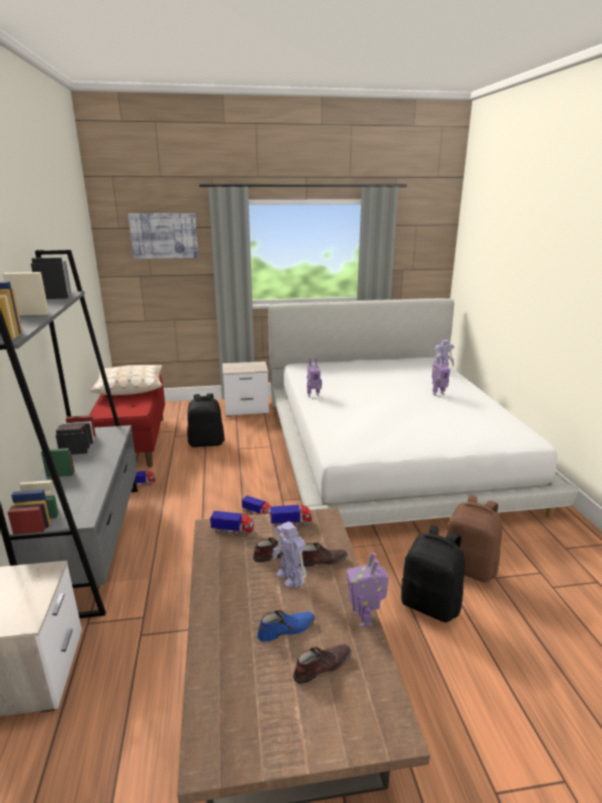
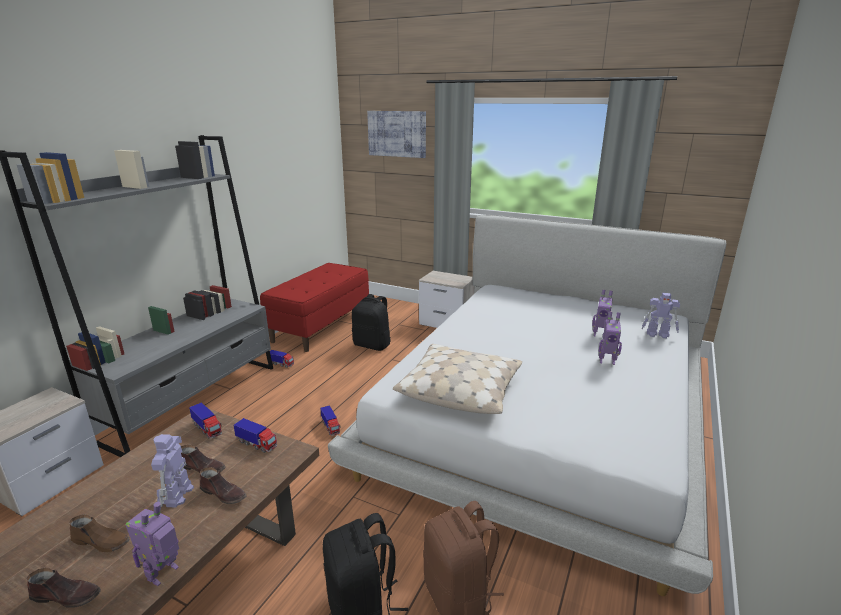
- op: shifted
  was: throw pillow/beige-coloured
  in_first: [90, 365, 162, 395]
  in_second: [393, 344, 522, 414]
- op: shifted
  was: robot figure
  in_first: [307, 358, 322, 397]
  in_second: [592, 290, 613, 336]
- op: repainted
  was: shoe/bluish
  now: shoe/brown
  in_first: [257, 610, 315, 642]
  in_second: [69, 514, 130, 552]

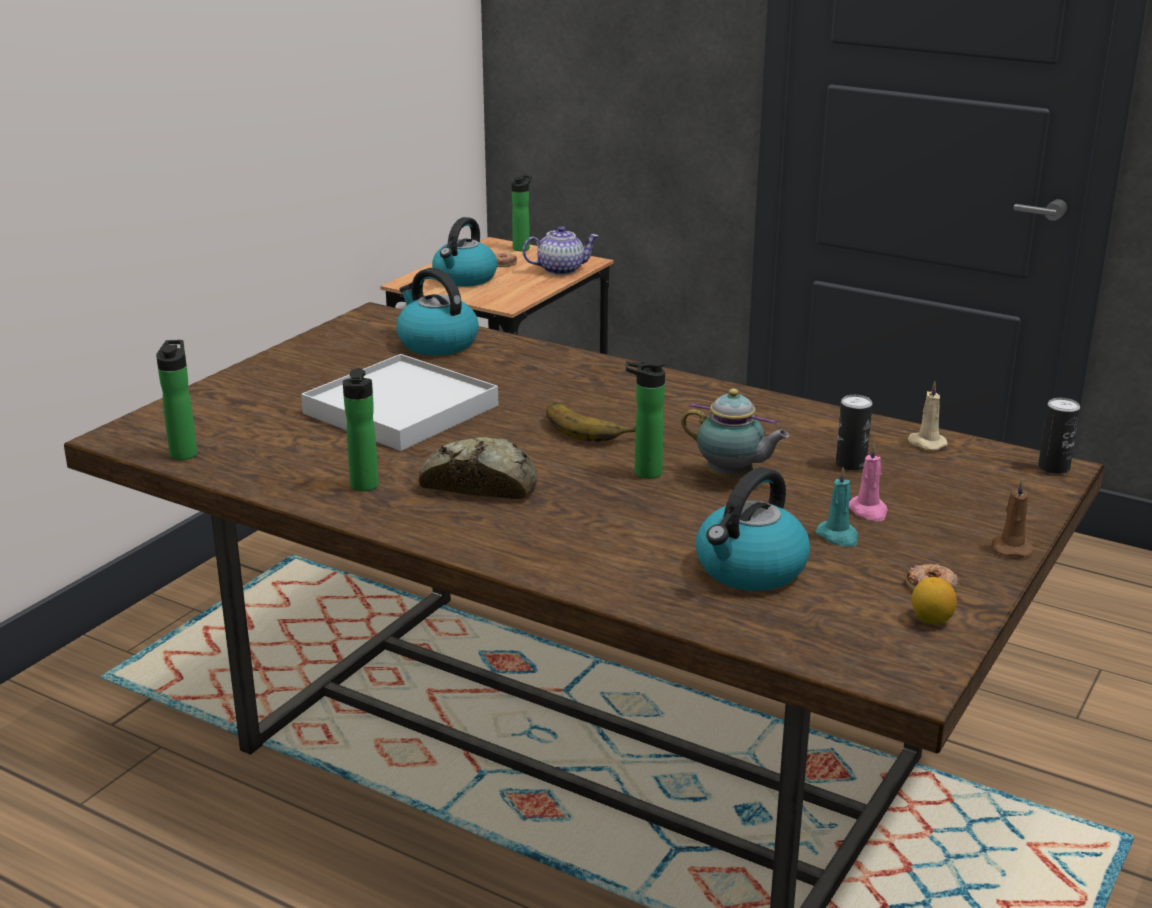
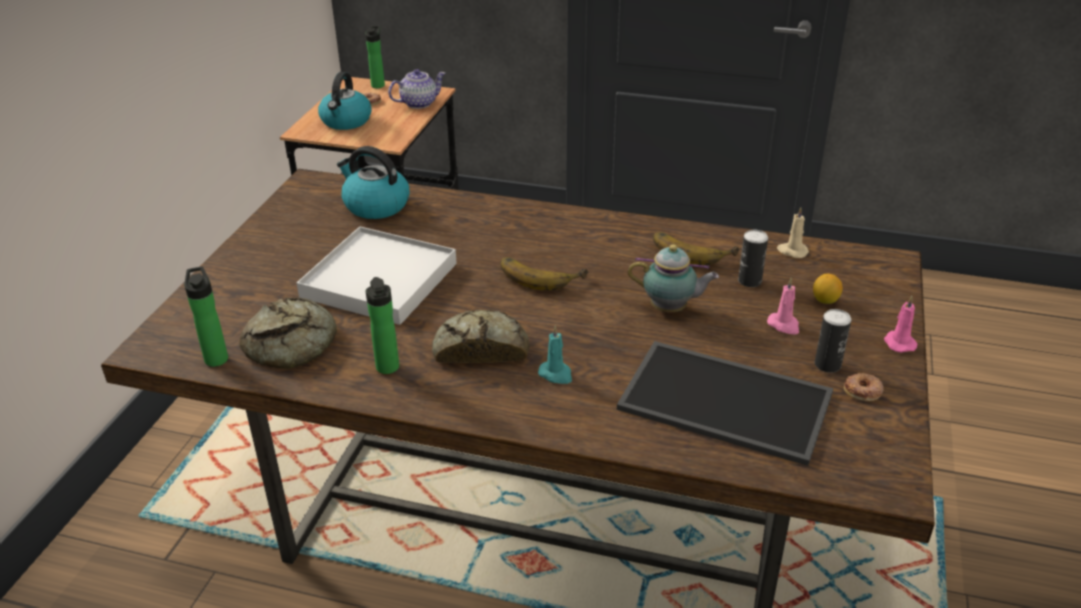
- op: gone
  was: drink bottle
  in_first: [626, 360, 667, 479]
- op: new
  now: bread
  in_second: [239, 298, 337, 369]
- op: new
  now: banana fruit
  in_second: [653, 232, 740, 265]
- op: shifted
  was: wax candle/turquoise
  in_first: [815, 467, 858, 547]
  in_second: [538, 325, 572, 384]
- op: shifted
  was: citrus fruit
  in_first: [912, 577, 957, 625]
  in_second: [813, 274, 843, 304]
- op: shifted
  was: metal can
  in_first: [1038, 398, 1080, 474]
  in_second: [815, 309, 851, 373]
- op: swapped
  was: tea kettle
  now: serving tray
  in_first: [696, 467, 810, 591]
  in_second: [617, 341, 833, 466]
- op: repainted
  was: wax candle/brown
  now: wax candle/pink
  in_first: [992, 479, 1034, 557]
  in_second: [884, 296, 918, 353]

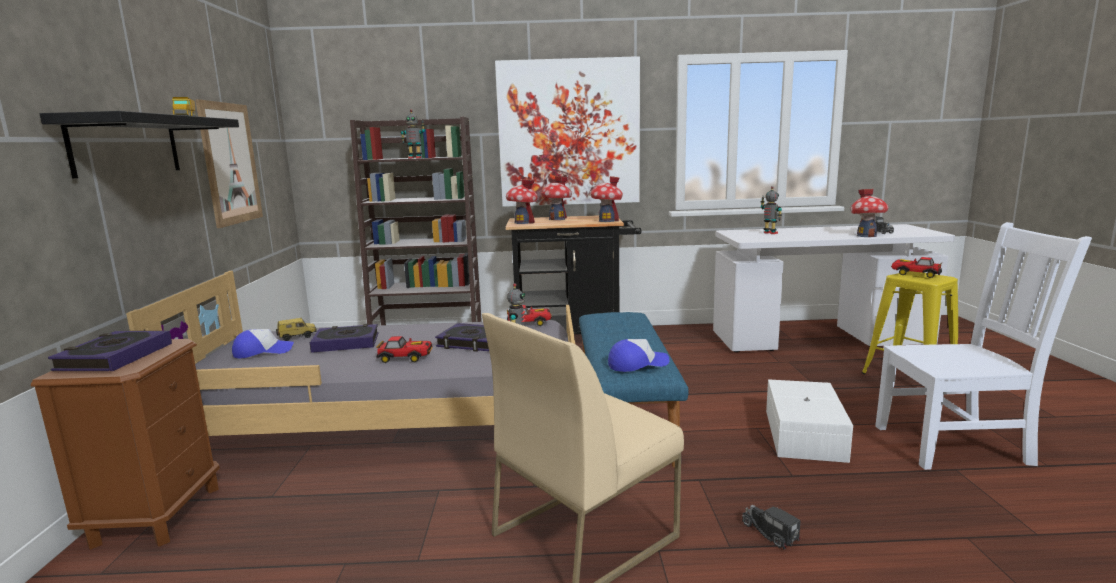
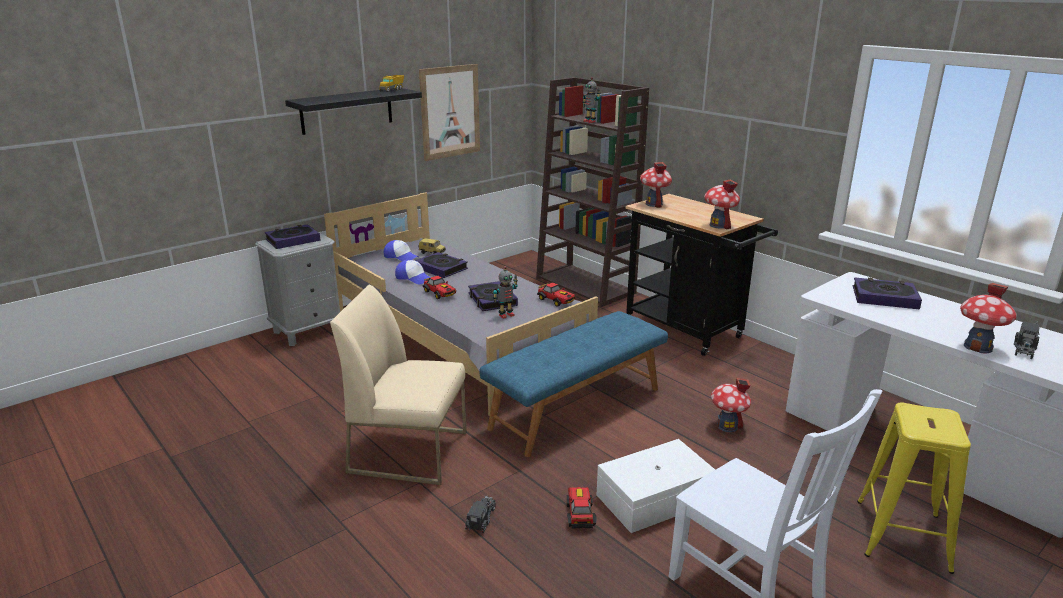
- op: gone
  was: wall art
  in_first: [495, 56, 640, 207]
- op: shifted
  was: model house
  in_first: [541, 176, 572, 220]
  in_second: [711, 378, 751, 432]
- op: shifted
  was: peaked cap
  in_first: [608, 339, 669, 372]
  in_second: [395, 260, 431, 284]
- op: shifted
  was: miniature car
  in_first: [891, 257, 943, 278]
  in_second: [566, 487, 597, 528]
- op: swapped
  was: robot figure
  now: book
  in_first: [760, 186, 782, 234]
  in_second: [853, 277, 922, 309]
- op: repainted
  was: night table/brown
  now: night table/grey
  in_first: [31, 339, 220, 550]
  in_second: [255, 233, 340, 346]

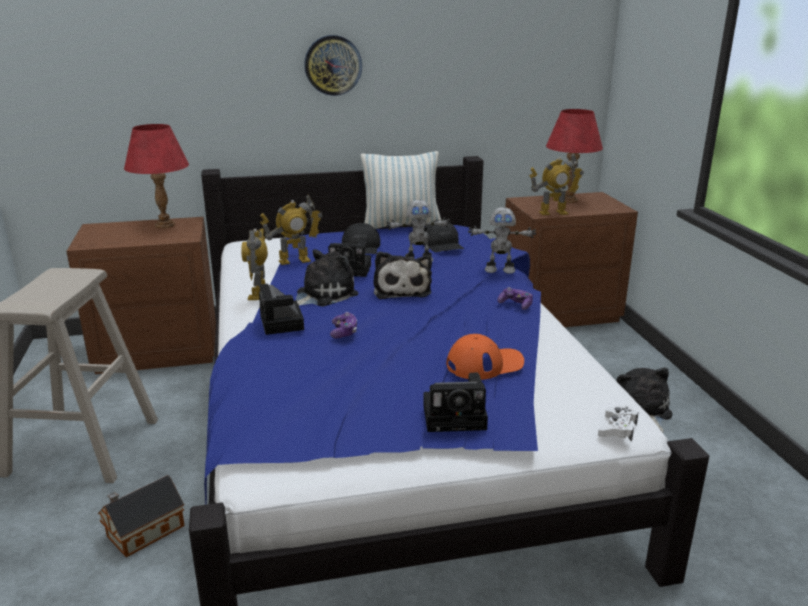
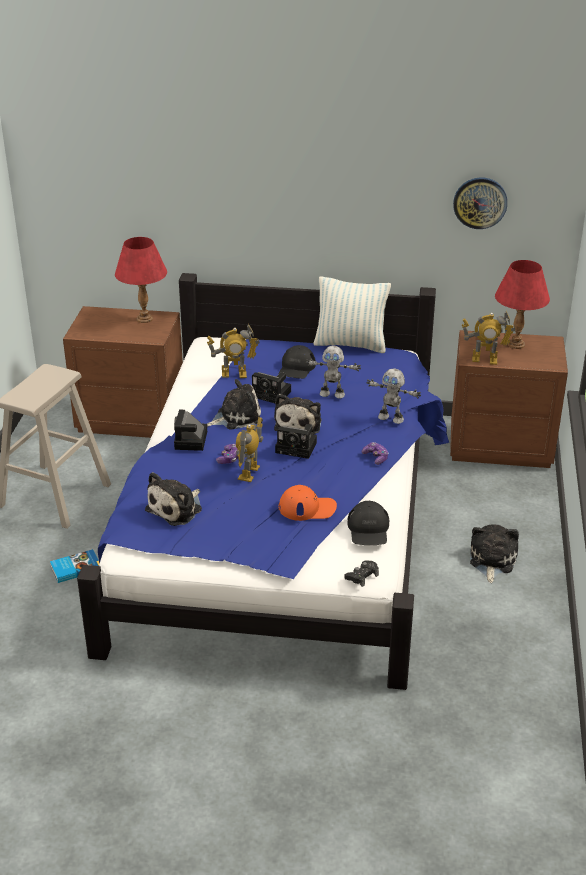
- op: new
  now: cuddly toy
  in_second: [145, 472, 202, 526]
- op: shifted
  was: robot figure
  in_first: [241, 228, 268, 300]
  in_second: [236, 417, 263, 482]
- op: shifted
  was: hanging clock
  in_first: [304, 35, 362, 96]
  in_second: [453, 177, 507, 229]
- op: shifted
  was: peaked cap/black-coloured
  in_first: [422, 220, 464, 252]
  in_second: [348, 501, 390, 545]
- op: shifted
  was: photo camera
  in_first: [423, 373, 488, 432]
  in_second: [275, 424, 317, 459]
- op: swapped
  was: model house
  now: book
  in_first: [98, 475, 185, 557]
  in_second: [50, 549, 99, 583]
- op: repainted
  was: joypad/whitish
  now: joypad/black-coloured
  in_first: [598, 405, 639, 442]
  in_second: [344, 560, 379, 587]

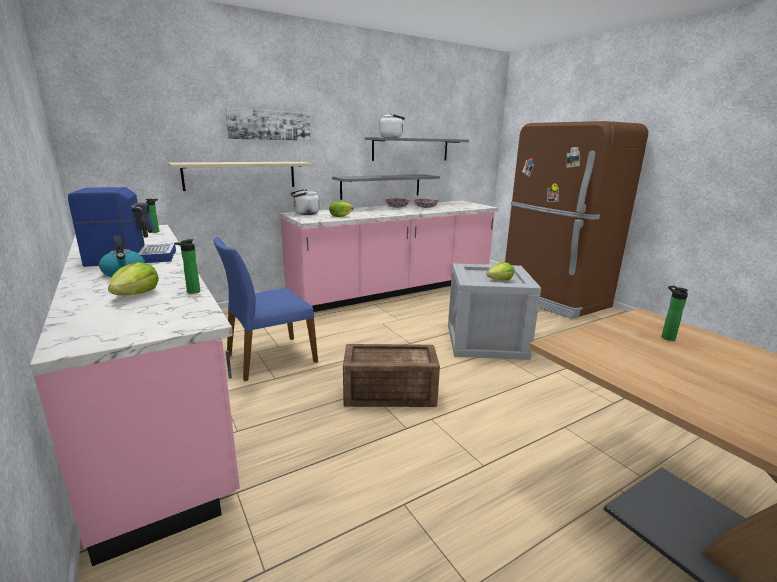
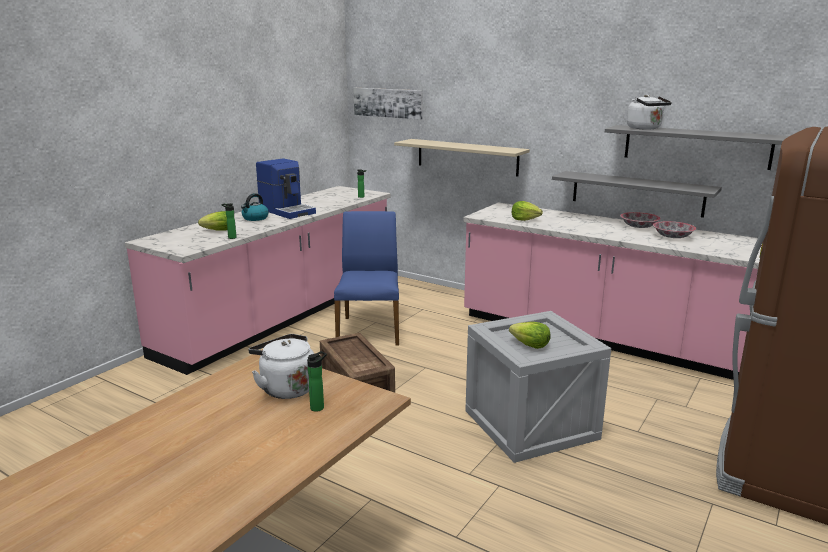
- op: shifted
  was: wall art
  in_first: [225, 108, 310, 141]
  in_second: [353, 88, 423, 120]
- op: shifted
  was: tea kettle/whitish
  in_first: [291, 189, 320, 215]
  in_second: [248, 334, 314, 399]
- op: rotated
  was: plain chair/bluish
  in_first: [213, 237, 318, 381]
  in_second: [334, 211, 399, 346]
  clockwise: 60

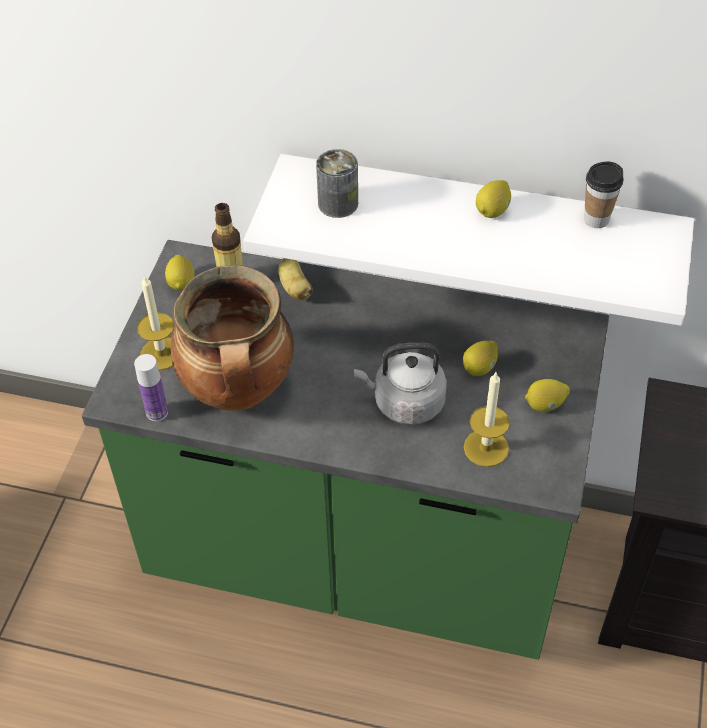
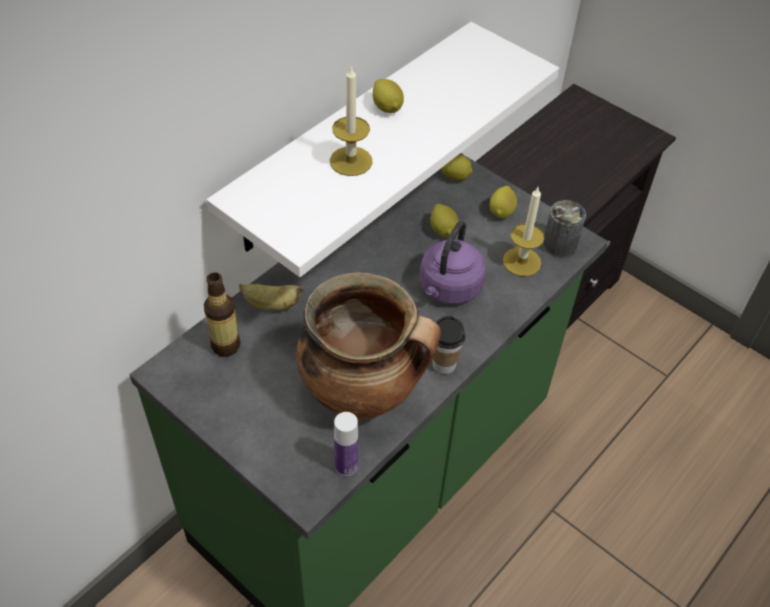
- op: shifted
  was: wax candle
  in_first: [137, 275, 174, 370]
  in_second: [330, 67, 372, 176]
- op: shifted
  was: citrus fruit
  in_first: [165, 255, 194, 291]
  in_second: [441, 154, 473, 180]
- op: shifted
  was: metal can
  in_first: [316, 149, 358, 218]
  in_second: [543, 200, 586, 258]
- op: shifted
  was: drinking cup
  in_first: [584, 162, 624, 228]
  in_second: [432, 316, 465, 374]
- op: repainted
  was: tea kettle/grey
  now: tea kettle/purple
  in_first: [354, 342, 447, 425]
  in_second: [420, 220, 486, 304]

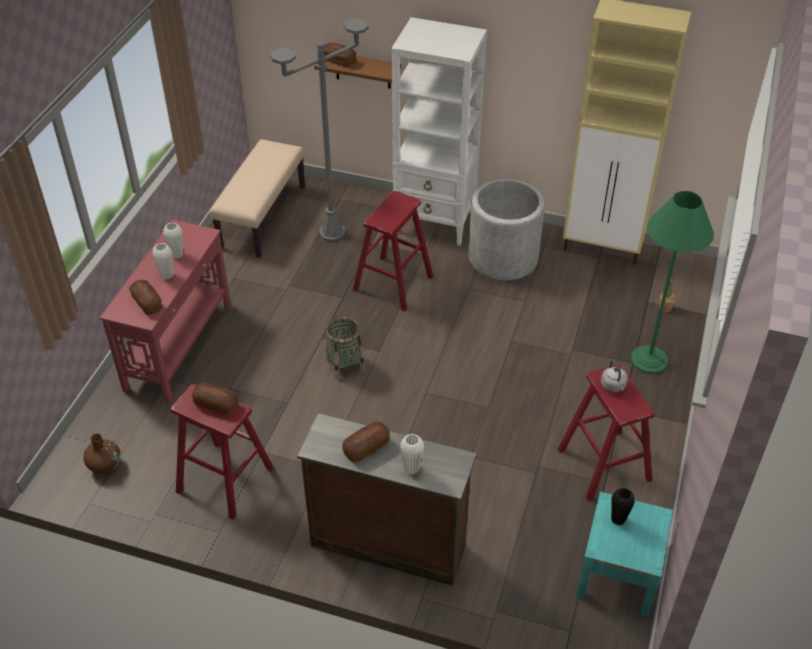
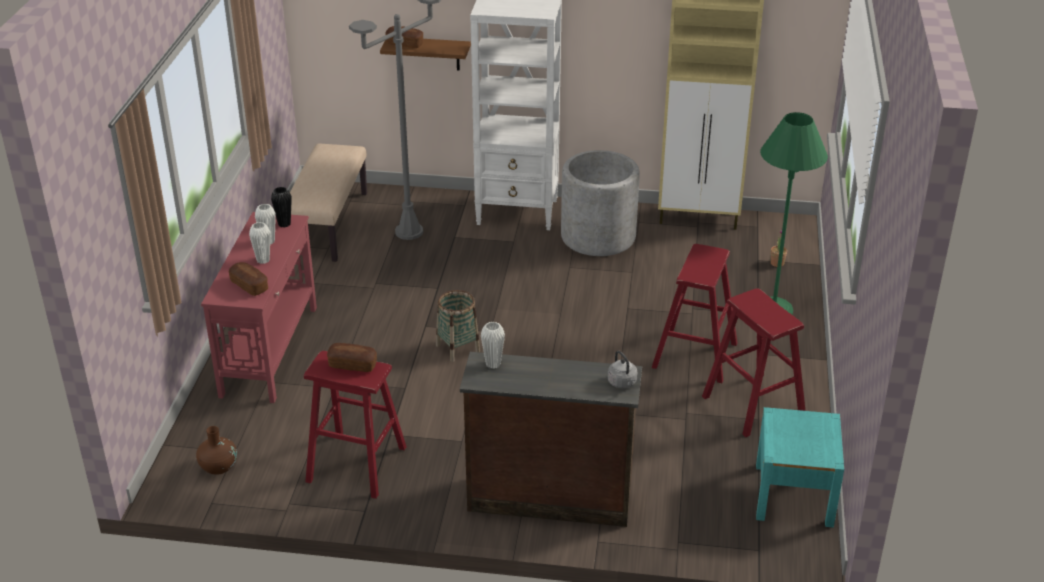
- op: gone
  was: bread
  in_first: [342, 421, 390, 463]
- op: shifted
  was: stool/red-coloured
  in_first: [353, 191, 434, 312]
  in_second: [652, 244, 738, 383]
- op: shifted
  was: vase/whitish
  in_first: [400, 434, 424, 474]
  in_second: [481, 322, 505, 369]
- op: shifted
  was: tea kettle/grey
  in_first: [601, 360, 628, 392]
  in_second: [608, 351, 638, 388]
- op: shifted
  was: vase/black-coloured
  in_first: [611, 488, 635, 526]
  in_second: [271, 187, 292, 227]

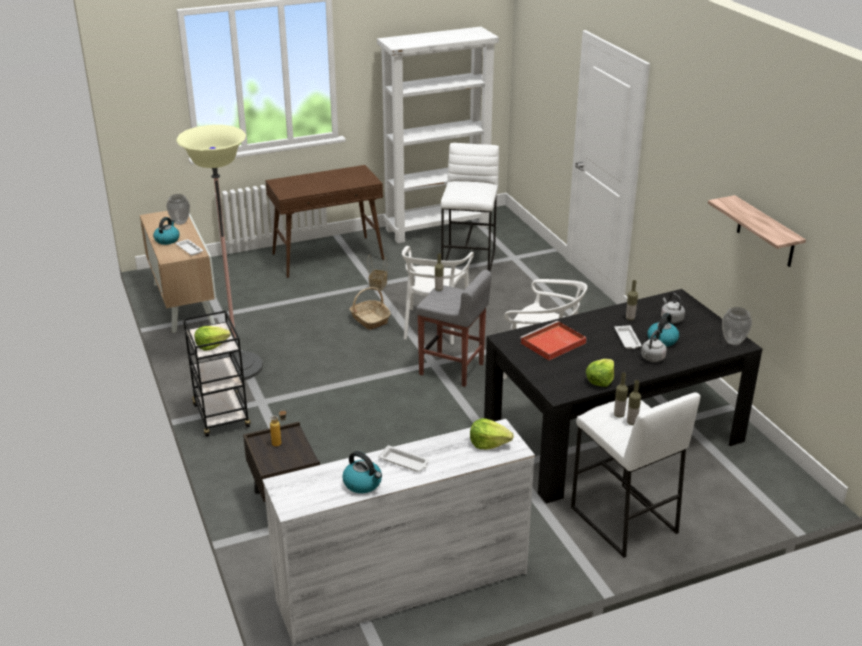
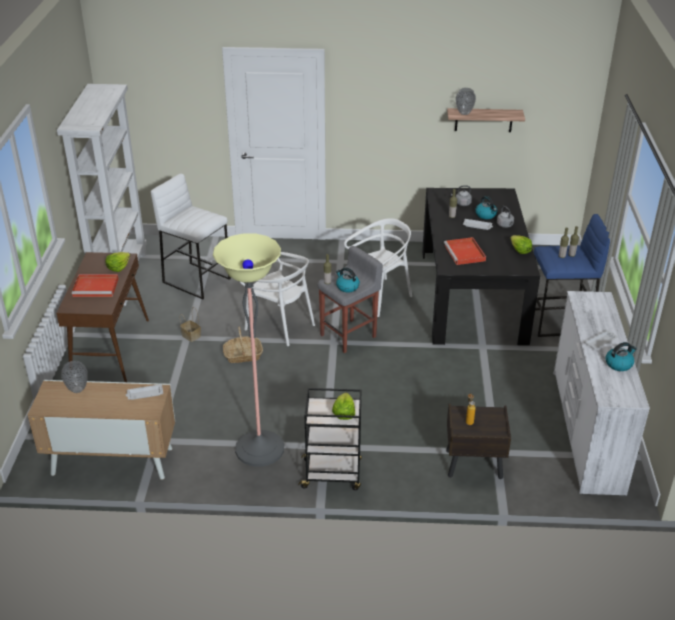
- op: new
  now: serving tray/red-coloured
  in_second: [72, 274, 119, 297]
- op: shifted
  was: tea kettle
  in_first: [153, 217, 180, 245]
  in_second: [336, 267, 360, 293]
- op: shifted
  was: head of lettuce
  in_first: [470, 418, 514, 449]
  in_second: [105, 252, 130, 272]
- op: shifted
  was: vase
  in_first: [722, 307, 752, 345]
  in_second: [456, 88, 476, 115]
- op: repainted
  was: stool/whitish
  now: stool/bluish
  in_first: [571, 392, 700, 558]
  in_second: [534, 214, 610, 337]

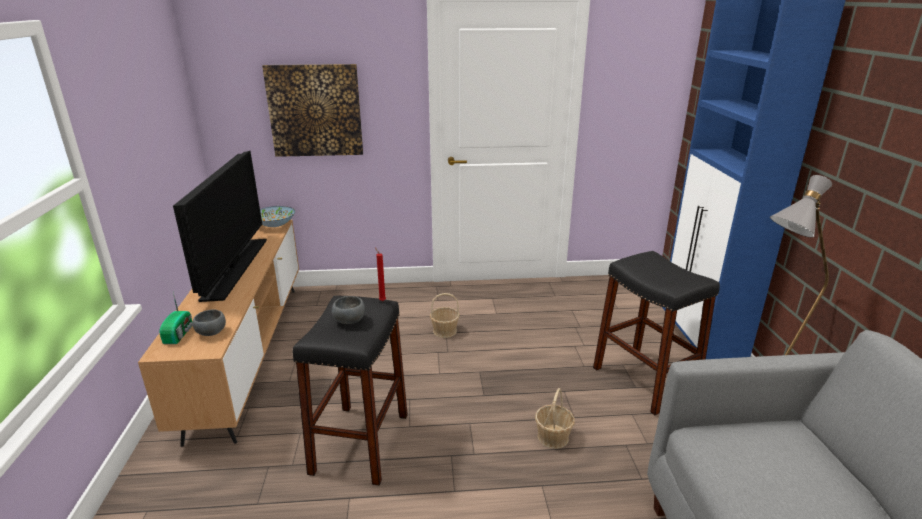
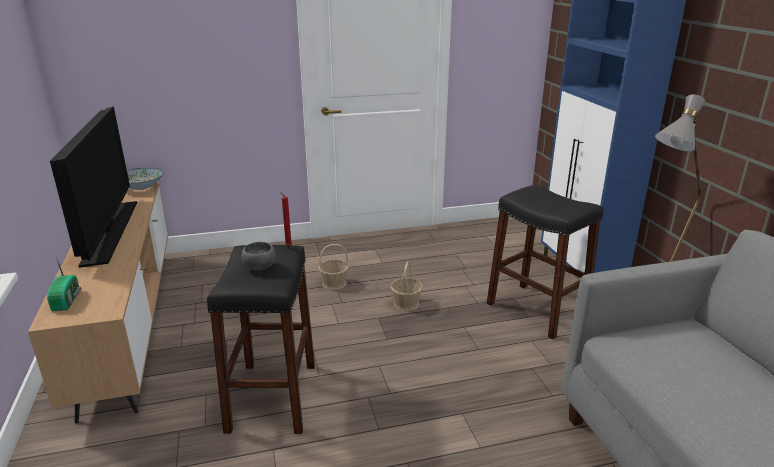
- op: gone
  was: serving bowl/grey
  in_first: [192, 309, 226, 336]
- op: gone
  was: wall art
  in_first: [262, 64, 363, 157]
- op: shifted
  was: basket
  in_first: [535, 388, 575, 449]
  in_second: [391, 261, 423, 311]

